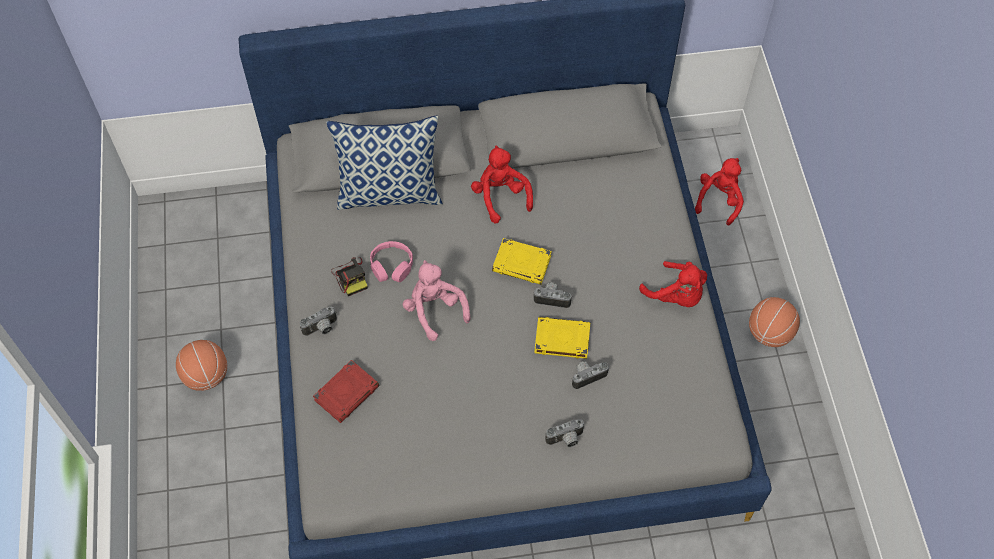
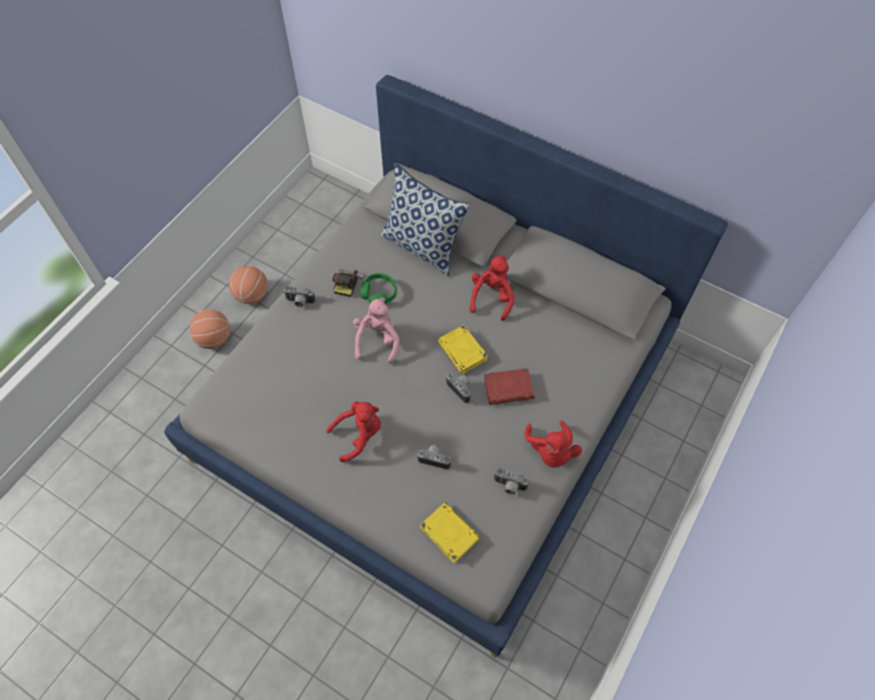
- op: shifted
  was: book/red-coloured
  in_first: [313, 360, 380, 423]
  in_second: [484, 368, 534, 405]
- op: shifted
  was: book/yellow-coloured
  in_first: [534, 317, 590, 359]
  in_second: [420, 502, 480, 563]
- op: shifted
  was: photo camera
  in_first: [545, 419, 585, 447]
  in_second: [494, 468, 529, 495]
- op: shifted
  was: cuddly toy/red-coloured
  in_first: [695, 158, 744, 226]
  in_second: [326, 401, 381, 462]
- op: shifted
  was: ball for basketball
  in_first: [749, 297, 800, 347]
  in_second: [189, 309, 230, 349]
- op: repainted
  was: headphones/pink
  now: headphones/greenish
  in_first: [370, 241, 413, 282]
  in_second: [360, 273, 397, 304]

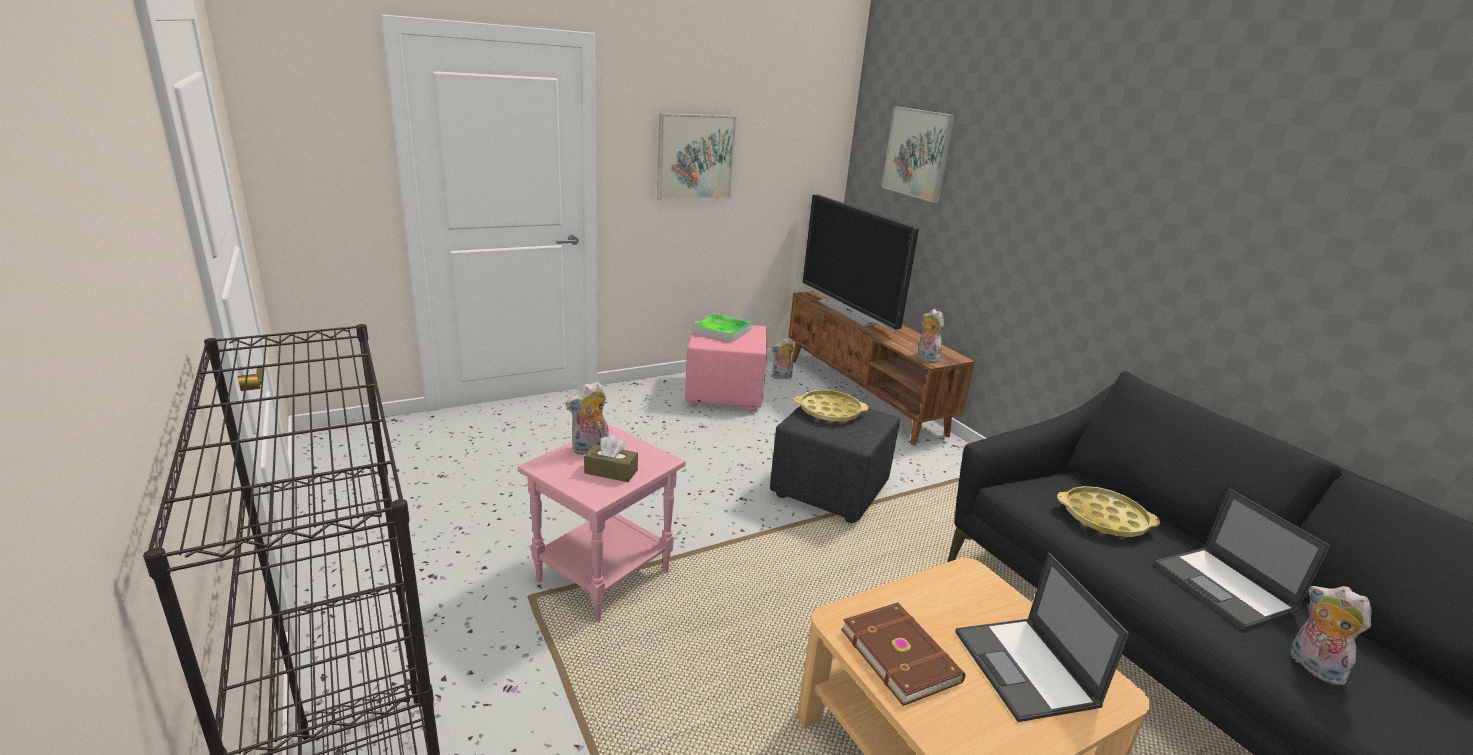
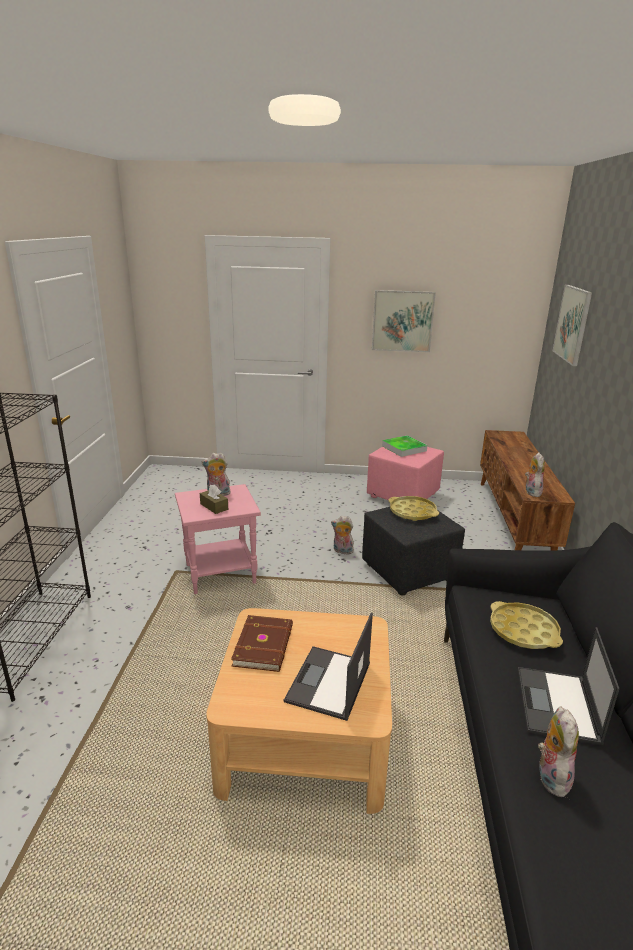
- op: gone
  was: TV set
  in_first: [803, 195, 919, 332]
- op: shifted
  was: cuddly toy
  in_first: [771, 338, 794, 379]
  in_second: [331, 516, 354, 555]

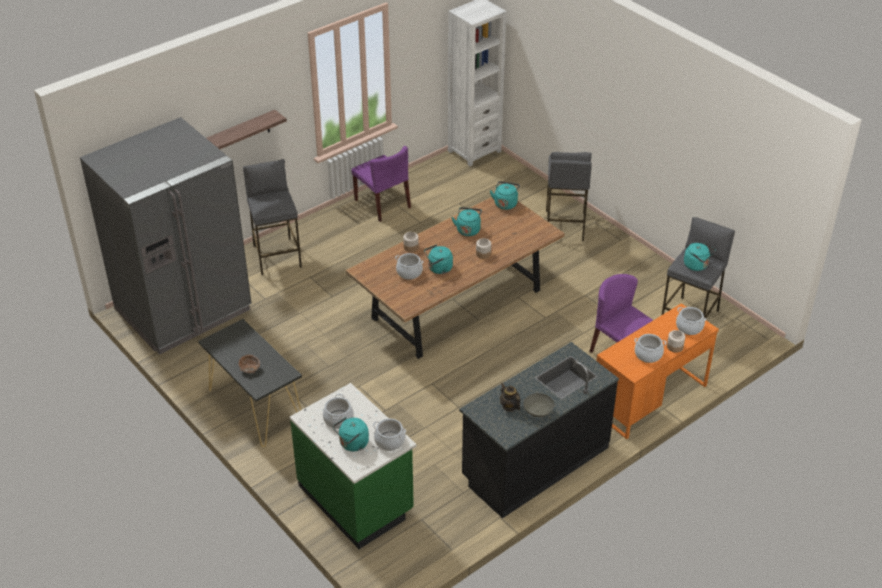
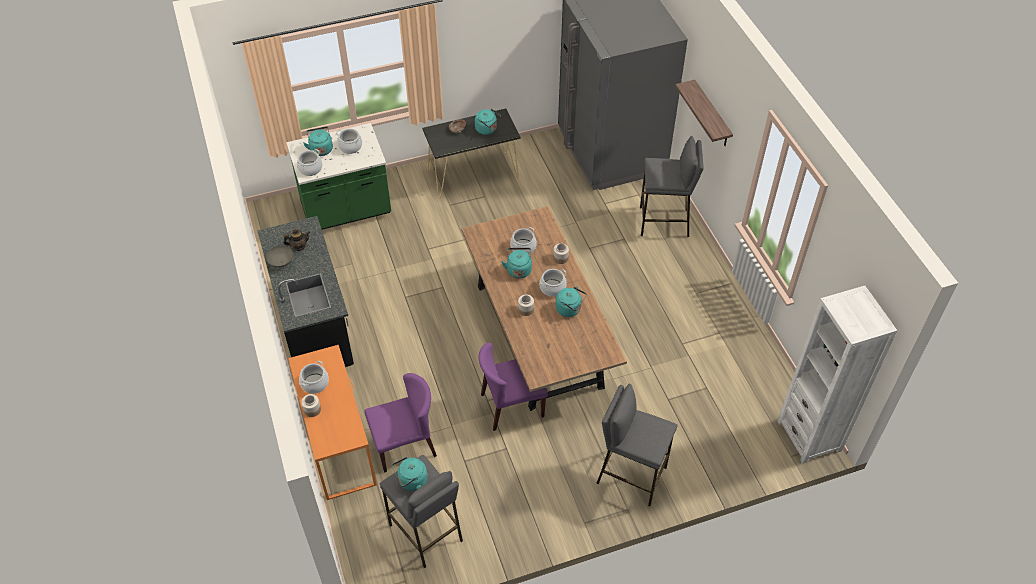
- op: shifted
  was: plain chair/purple
  in_first: [352, 146, 411, 222]
  in_second: [479, 343, 548, 431]
- op: shifted
  was: tea kettle/turquoise
  in_first: [490, 181, 520, 210]
  in_second: [475, 109, 501, 135]
- op: shifted
  was: saucepot
  in_first: [676, 307, 706, 335]
  in_second: [539, 269, 567, 297]

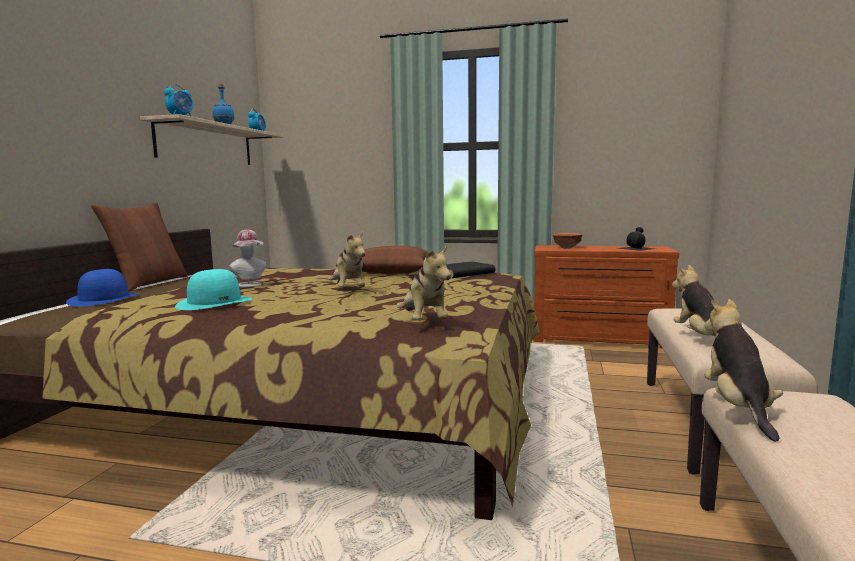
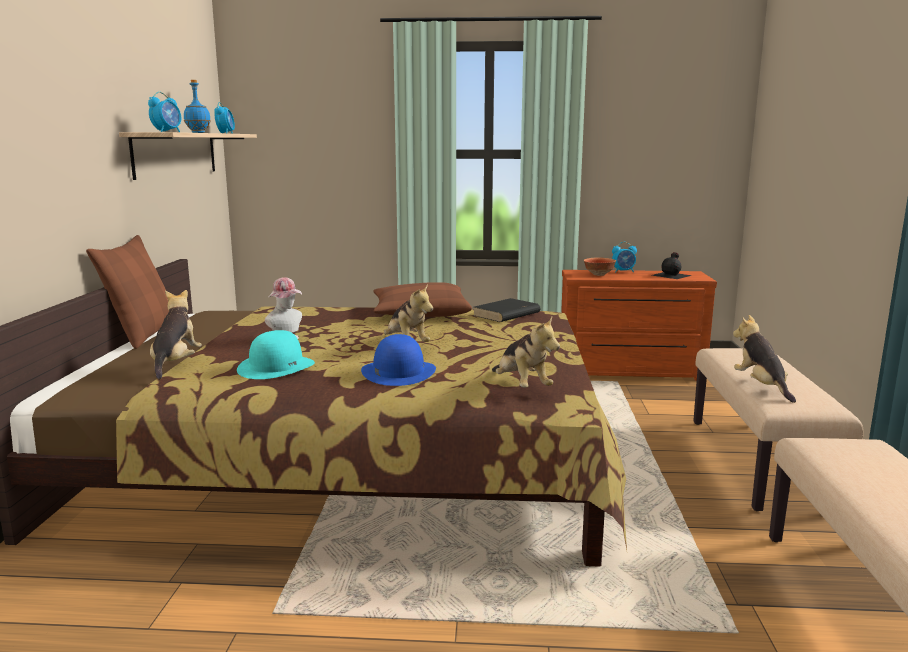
- op: new
  now: alarm clock
  in_second: [612, 242, 637, 272]
- op: shifted
  was: clothing hat/bluish
  in_first: [66, 269, 139, 306]
  in_second: [361, 334, 436, 386]
- op: shifted
  was: cuddly toy
  in_first: [704, 299, 783, 442]
  in_second: [150, 290, 202, 379]

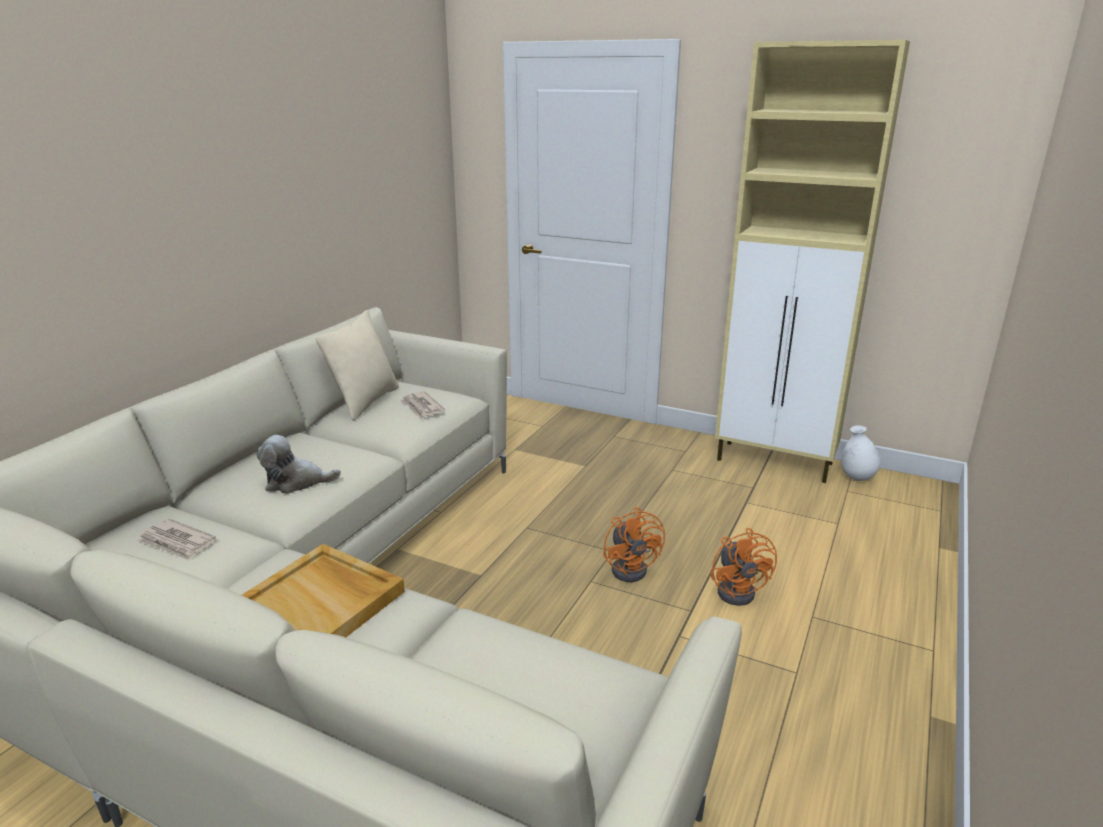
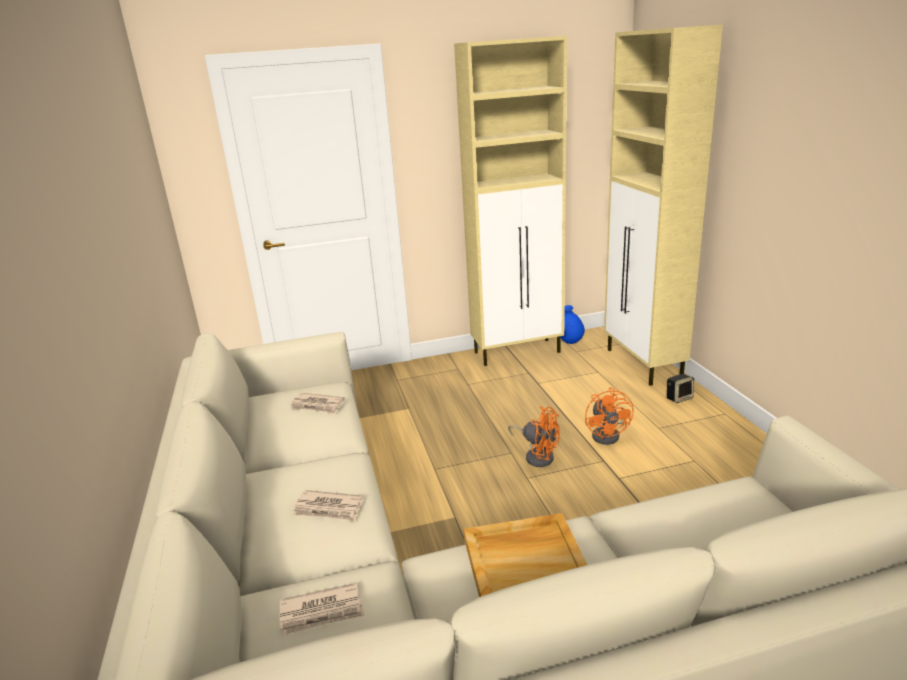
- op: gone
  was: throw pillow/beige-coloured
  in_first: [316, 310, 399, 421]
- op: new
  now: cabinet/beige-coloured
  in_second: [604, 25, 723, 386]
- op: new
  now: speaker
  in_second: [667, 374, 694, 403]
- op: swapped
  was: cuddly toy
  now: newspaper
  in_first: [257, 435, 341, 494]
  in_second: [292, 490, 363, 521]
- op: repainted
  was: vase/whitish
  now: vase/bluish
  in_first: [841, 425, 881, 481]
  in_second: [560, 305, 585, 344]
- op: rotated
  was: electric fan/orange
  in_first: [711, 528, 777, 606]
  in_second: [585, 387, 634, 445]
  clockwise: 45

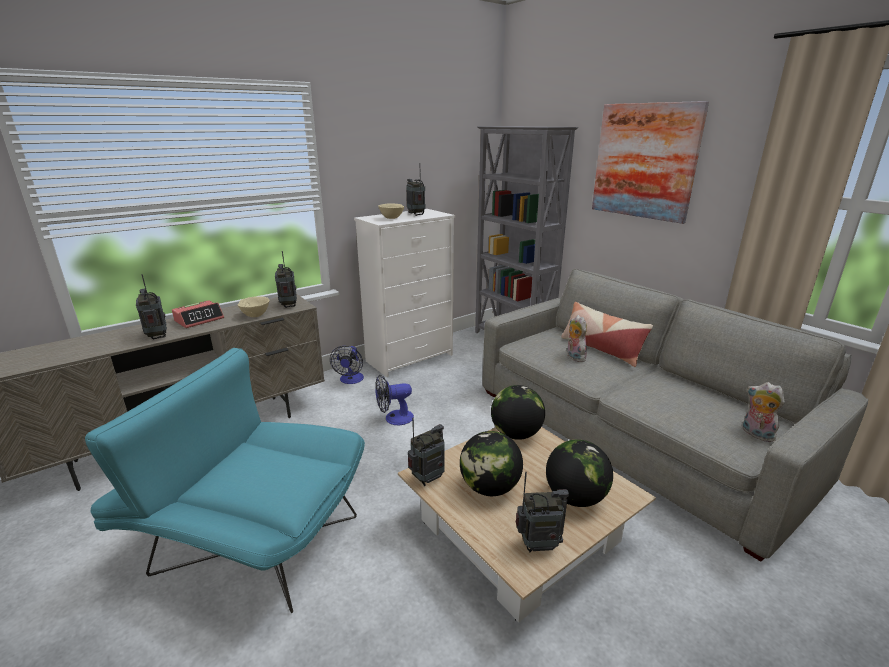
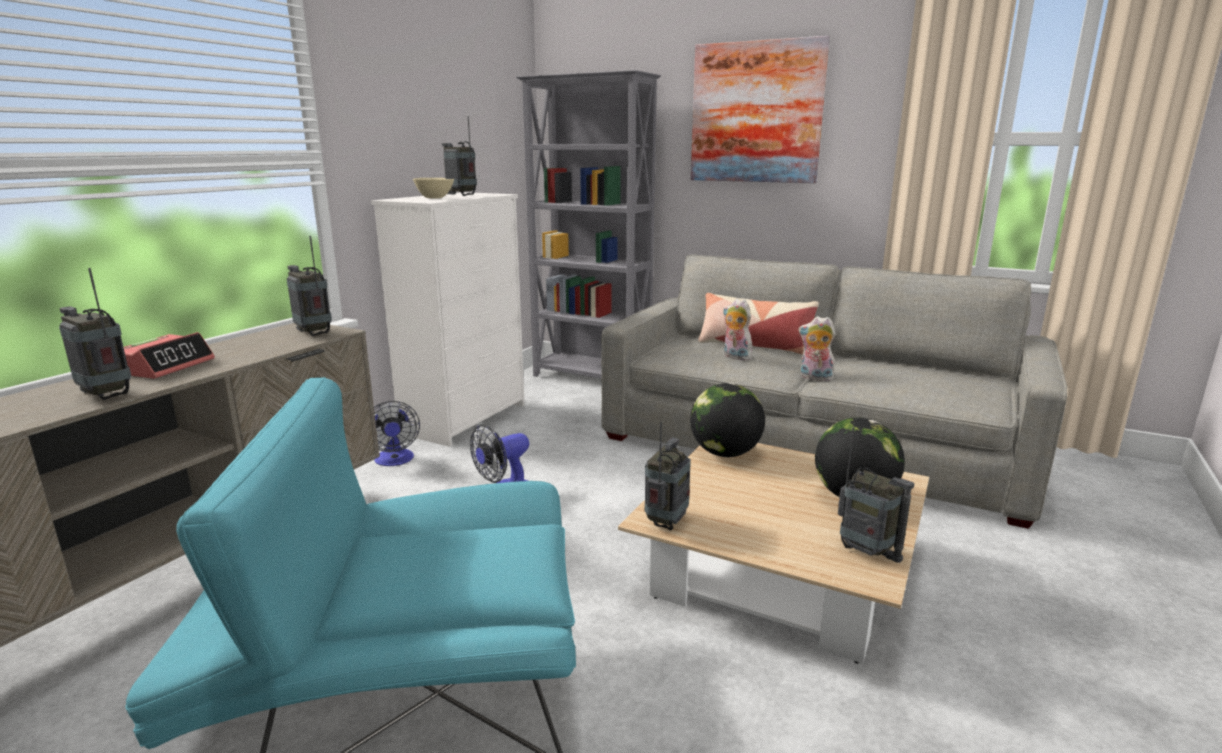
- op: gone
  was: serving bowl/beige-coloured
  in_first: [238, 296, 270, 317]
- op: gone
  was: desk globe
  in_first: [460, 431, 523, 496]
- op: shifted
  was: cuddly toy
  in_first: [743, 382, 785, 442]
  in_second: [799, 316, 836, 381]
- op: rotated
  was: radio receiver
  in_first: [516, 472, 569, 552]
  in_second: [838, 427, 914, 563]
  clockwise: 75

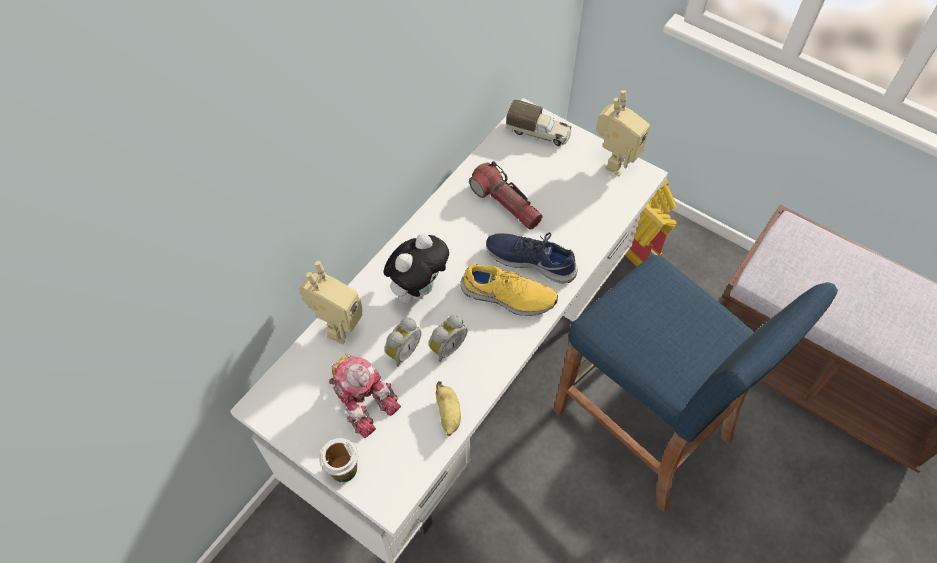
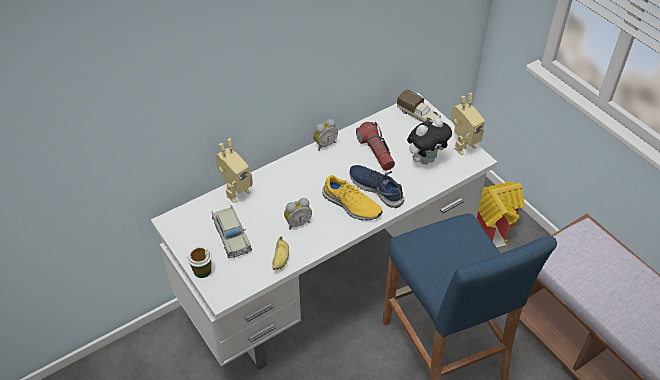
- op: shifted
  was: cuddly toy
  in_first: [383, 234, 449, 303]
  in_second: [407, 118, 452, 165]
- op: shifted
  was: alarm clock
  in_first: [385, 317, 421, 367]
  in_second: [313, 119, 338, 151]
- op: swapped
  was: robot figure
  now: miniature car/beige-coloured
  in_first: [329, 353, 401, 438]
  in_second: [212, 205, 252, 258]

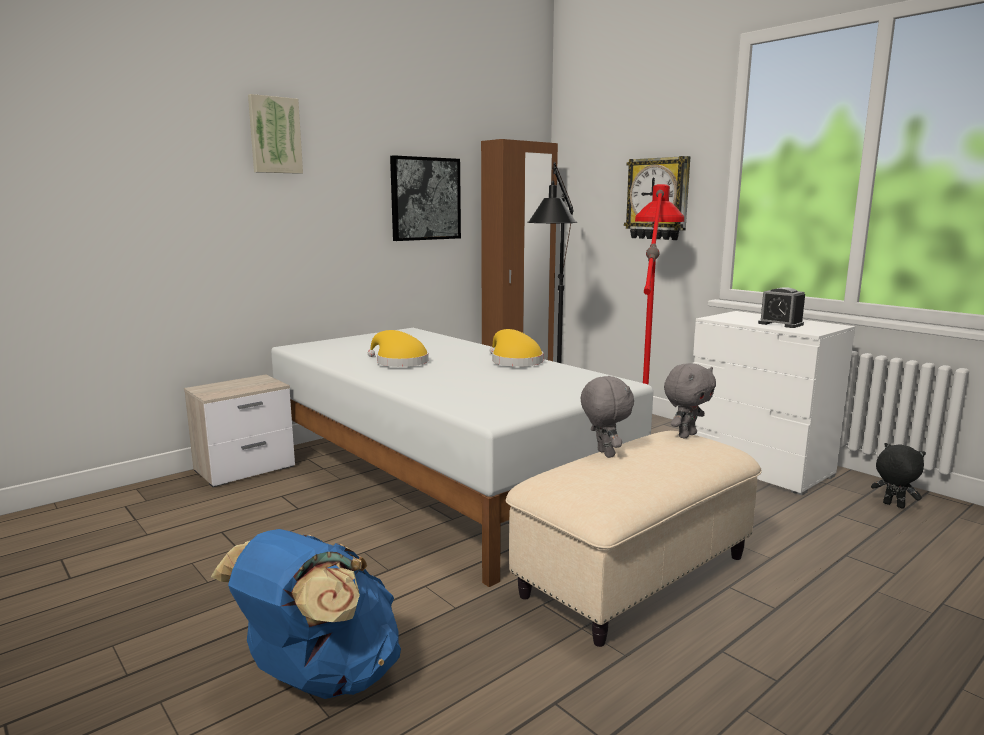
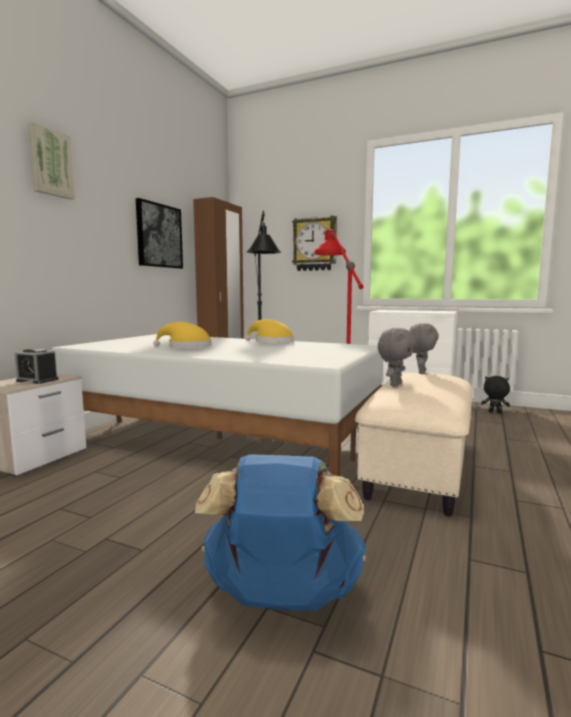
- op: shifted
  was: alarm clock
  in_first: [758, 287, 805, 328]
  in_second: [15, 348, 59, 384]
- op: rotated
  was: cuddly toy/grey
  in_first: [581, 375, 634, 458]
  in_second: [378, 328, 416, 386]
  clockwise: 75

